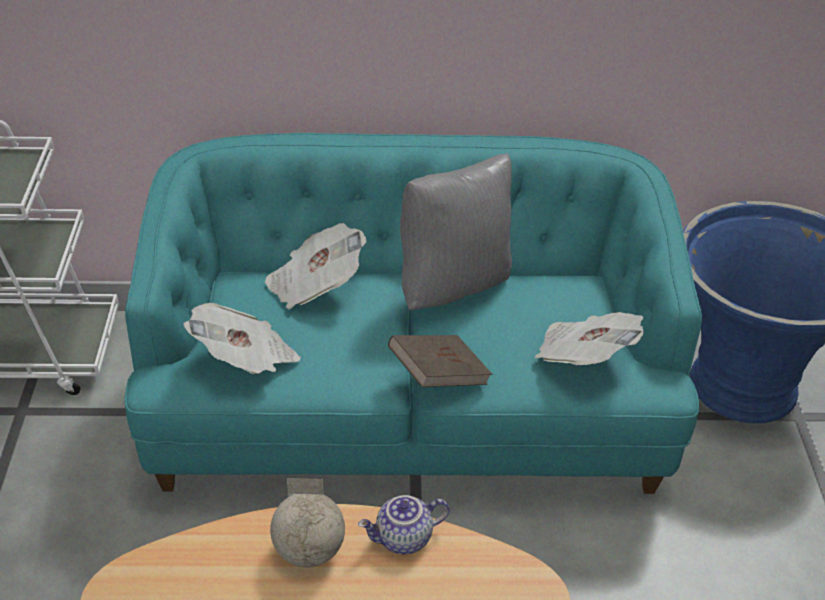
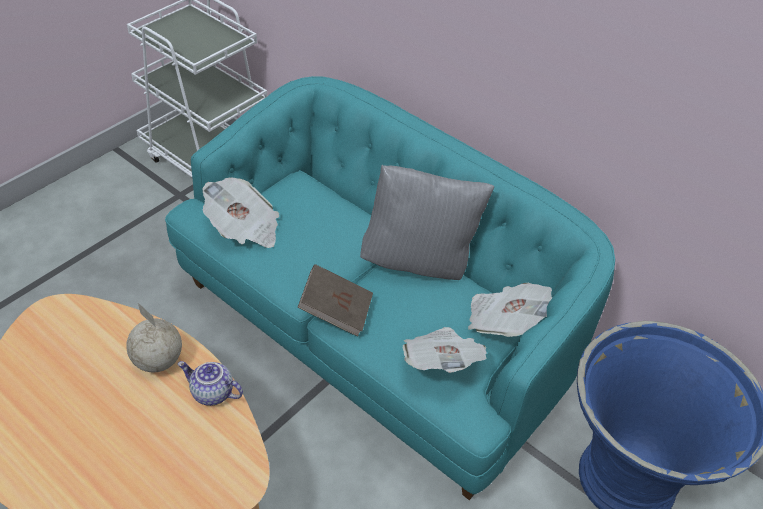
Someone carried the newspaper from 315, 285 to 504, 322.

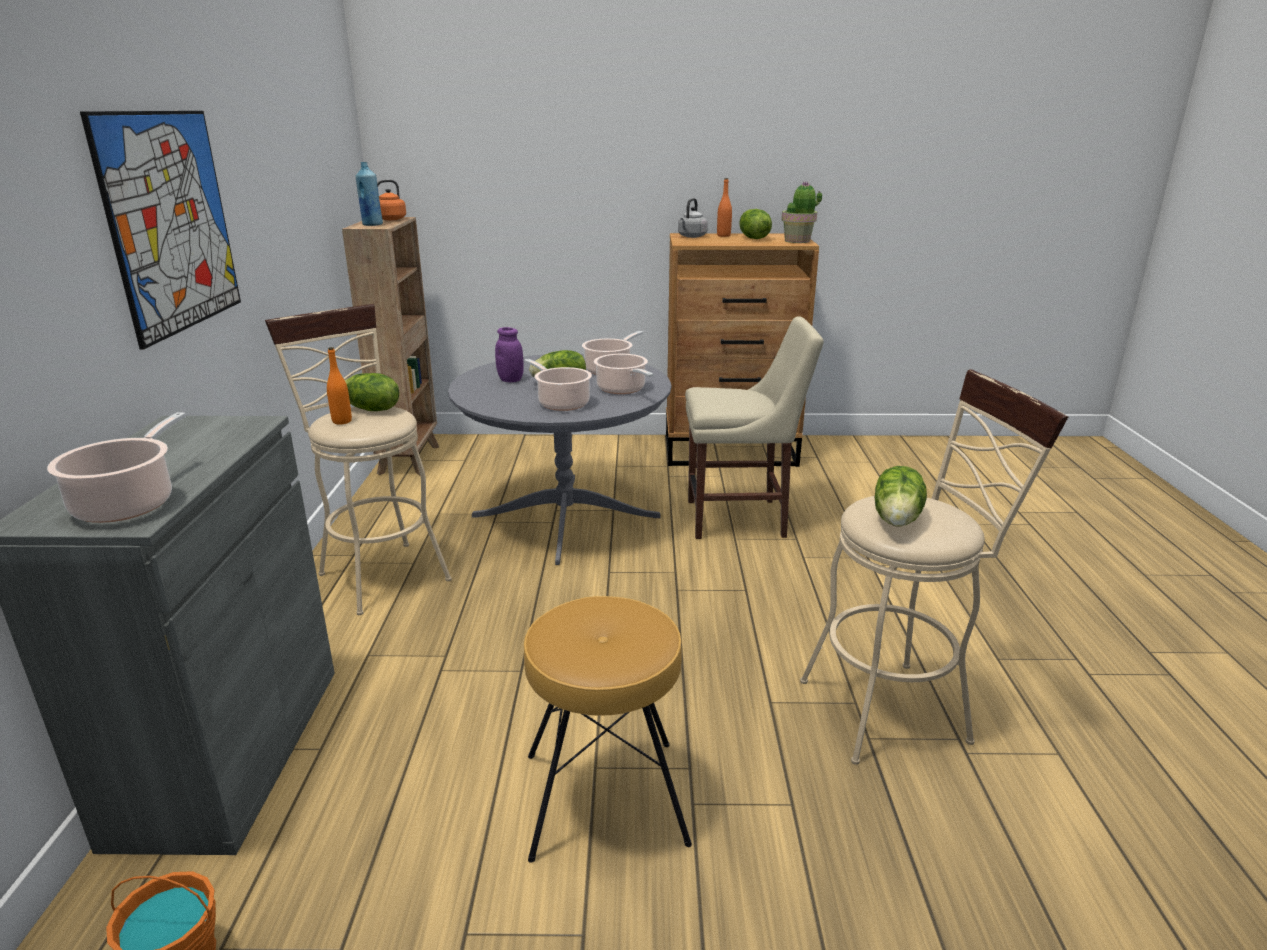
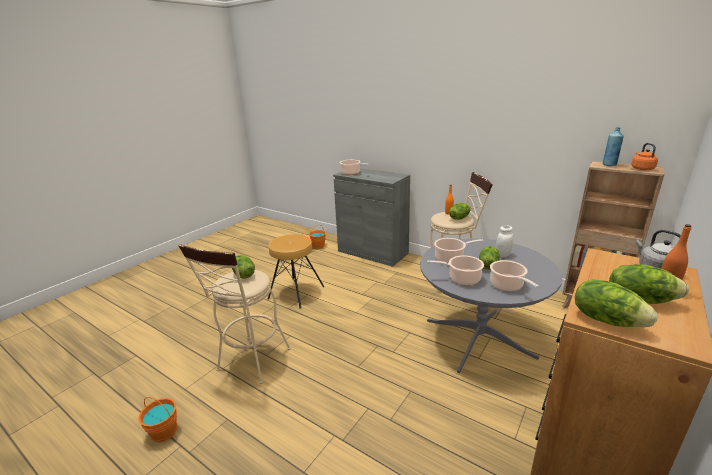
Someone put down the pail (orange-coloured) at 164, 432.
Someone repainted the storage jar (purplish) at 510, 380, which became the storage jar (white) at 503, 255.
Someone swapped the houseplant at 798, 241 for the lettuce at 606, 320.
Someone took away the wall art at 171, 222.
Someone took away the plain chair (beige) at 741, 519.

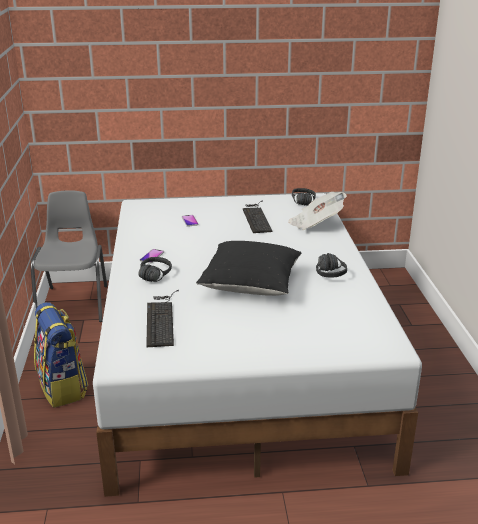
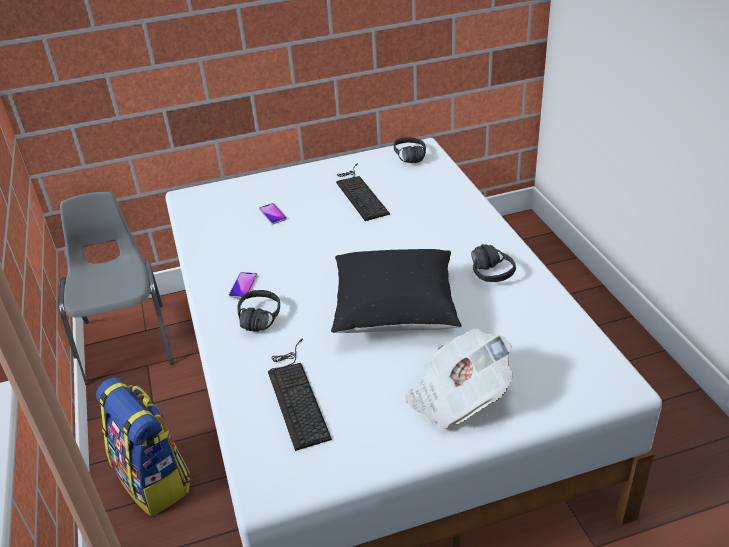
Someone carried the newspaper from 316, 224 to 457, 397.

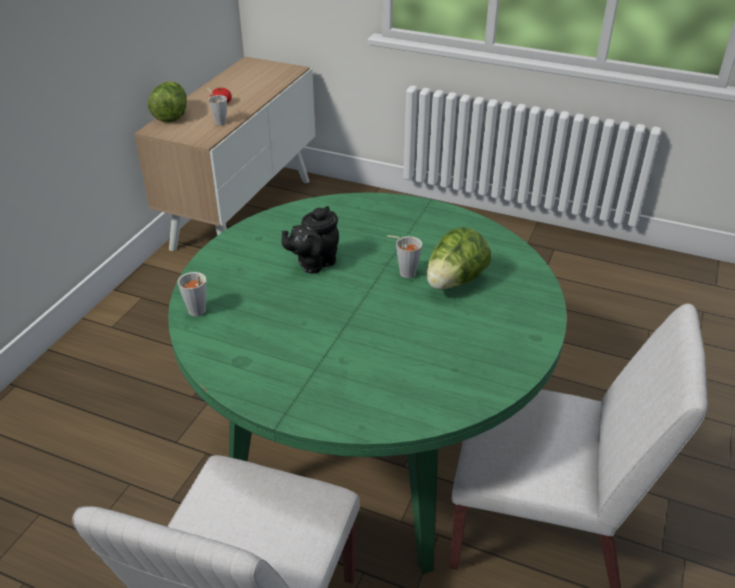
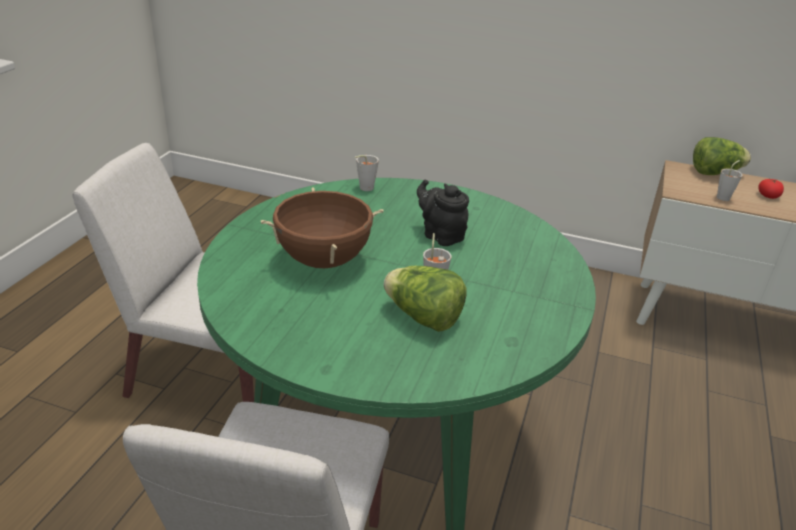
Someone put down the cooking pot (brown-coloured) at 324, 260.

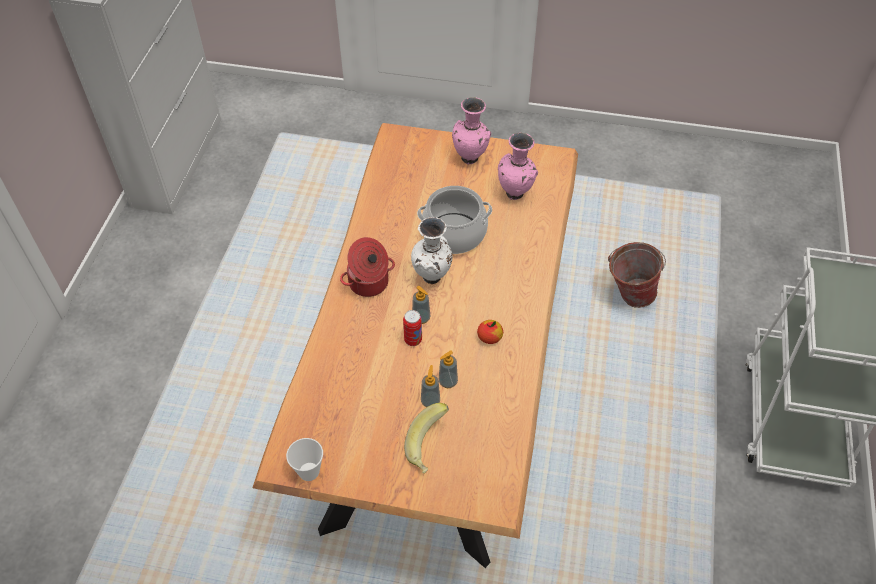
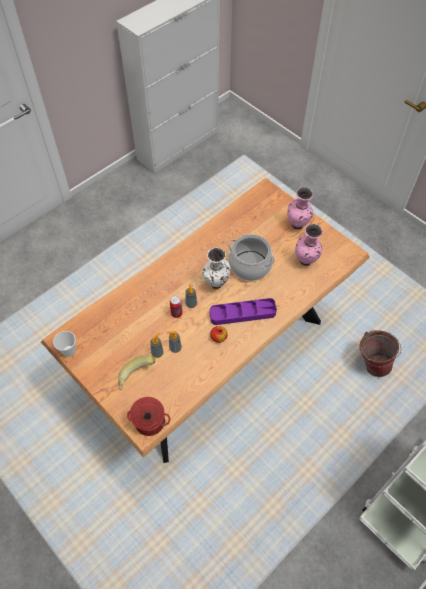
Someone carried the cooking pot from 369, 283 to 149, 423.
Someone put down the serving tray (purplish) at 242, 313.

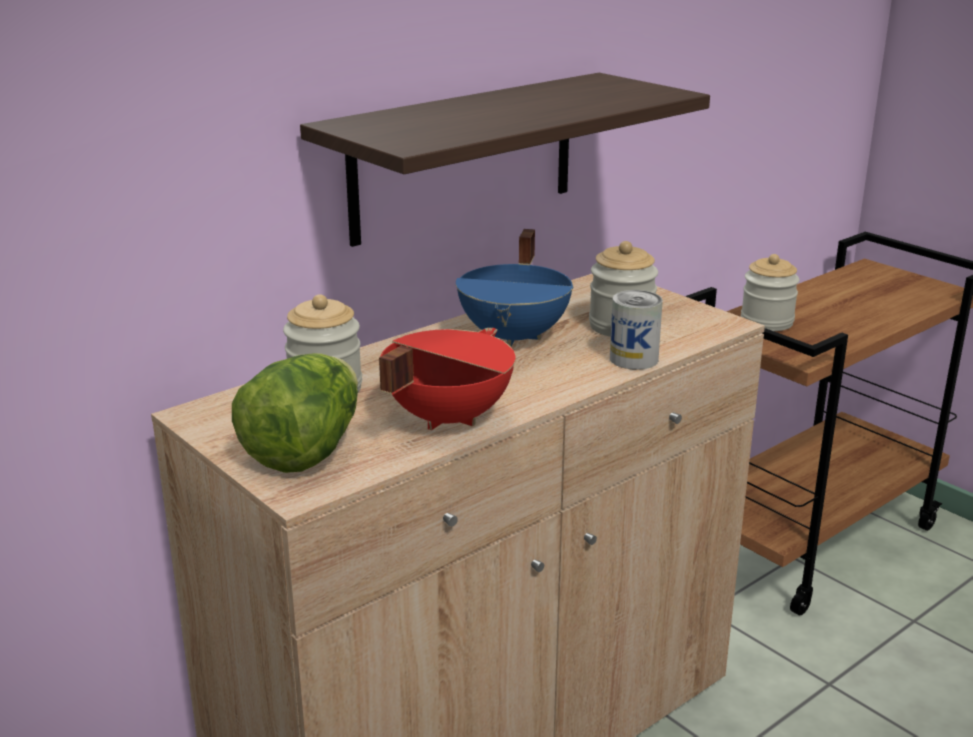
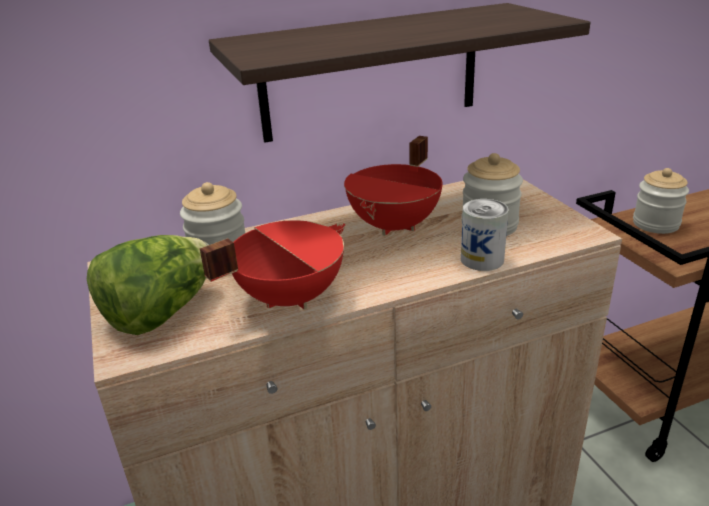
Someone repainted the cooking pot (bluish) at 516, 336, which became the cooking pot (reddish) at 396, 226.

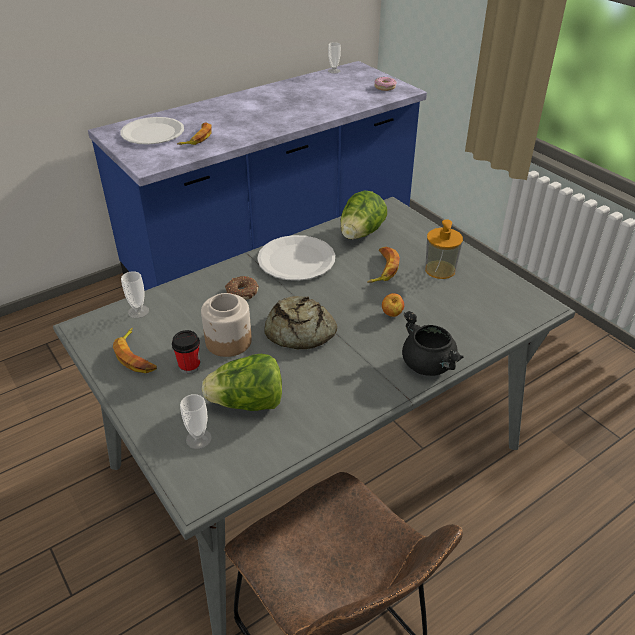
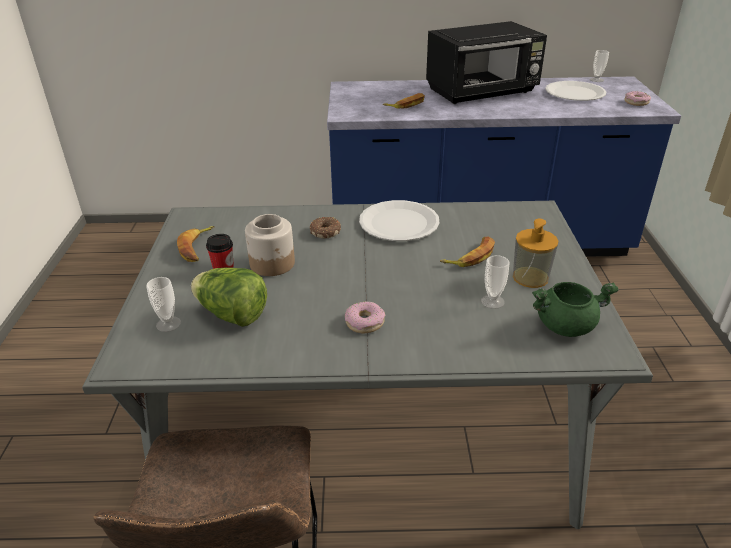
Someone put down the doughnut at 364, 322.
Someone put down the kitchen microwave (blackish) at 482, 92.
Someone carried the small cup from 138, 311 to 492, 301.
Someone put down the cooking pot (green-coloured) at 565, 325.
Someone carried the dinner plate (white) from 152, 133 to 574, 93.
Someone took away the baked bread at 298, 331.
Someone took away the lettuce at 360, 234.
Someone took away the whole apple at 392, 314.
Someone took away the cooking pot (blackish) at 429, 365.

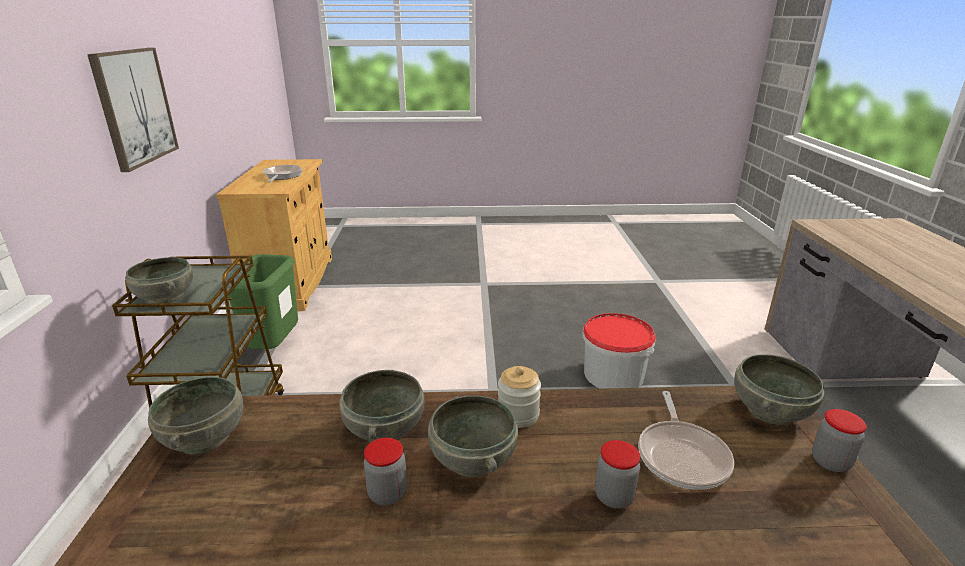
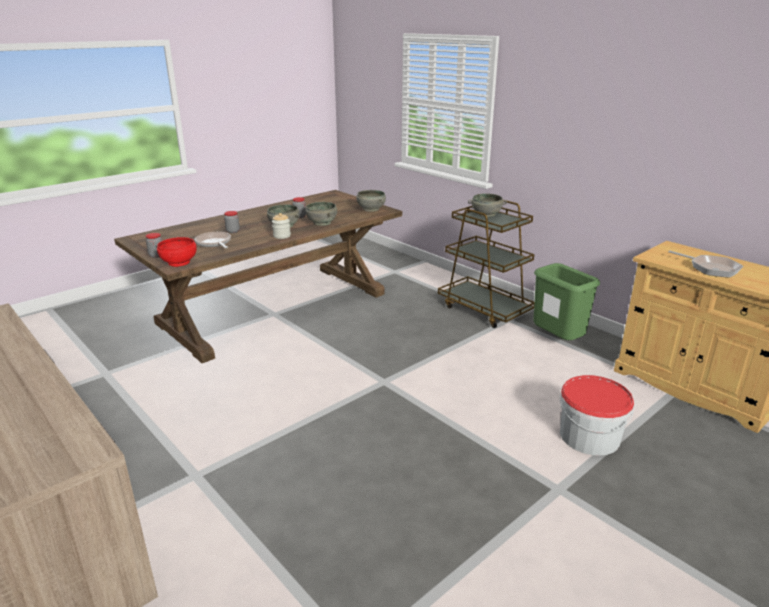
Someone repainted the serving bowl (grey) at 769, 410, which became the serving bowl (reddish) at 179, 262.
Someone carried the pail from 613, 375 to 589, 436.
Someone took away the wall art at 134, 107.

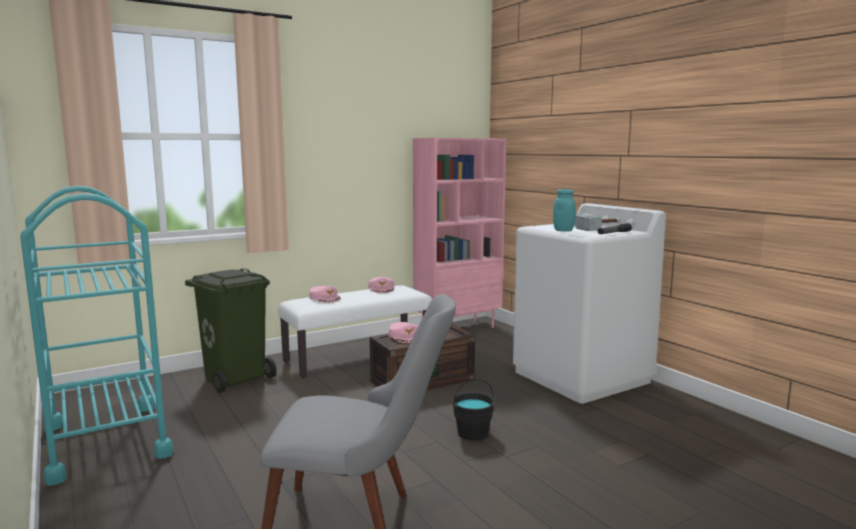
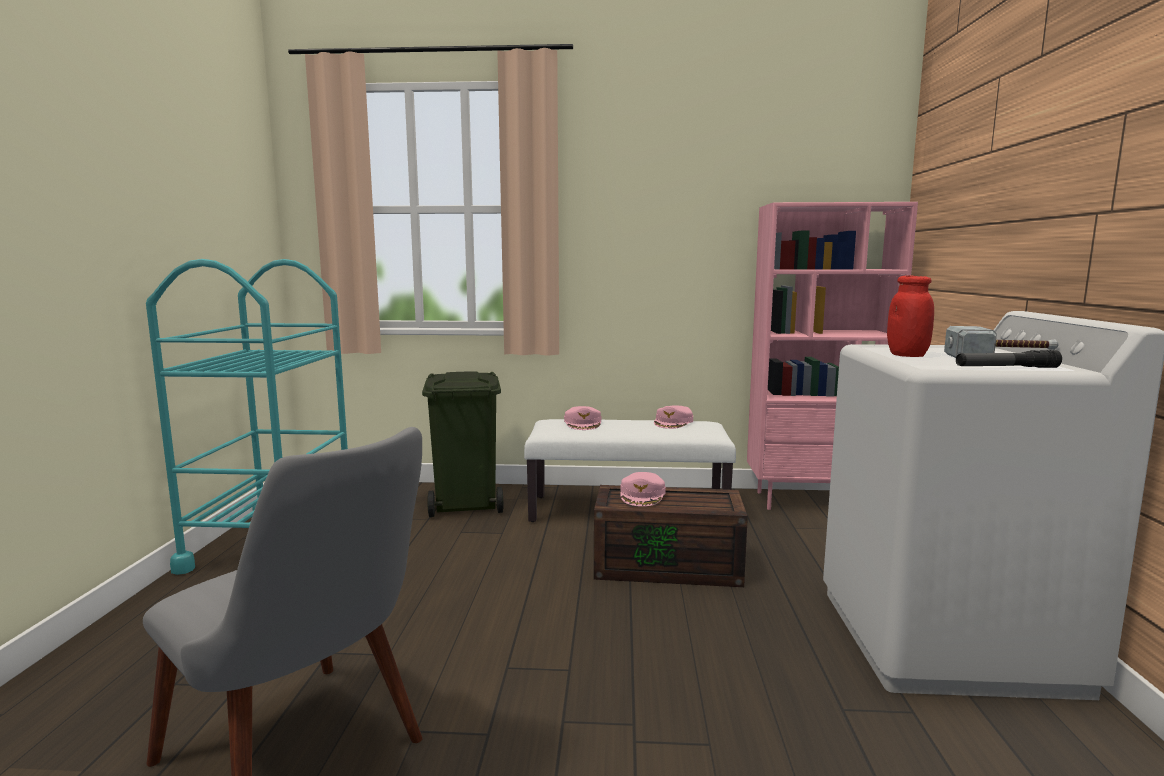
Someone repainted the storage jar (blue-green) at 563, 230, which became the storage jar (reddish) at 907, 355.
Someone took away the pail (blackish) at 472, 433.

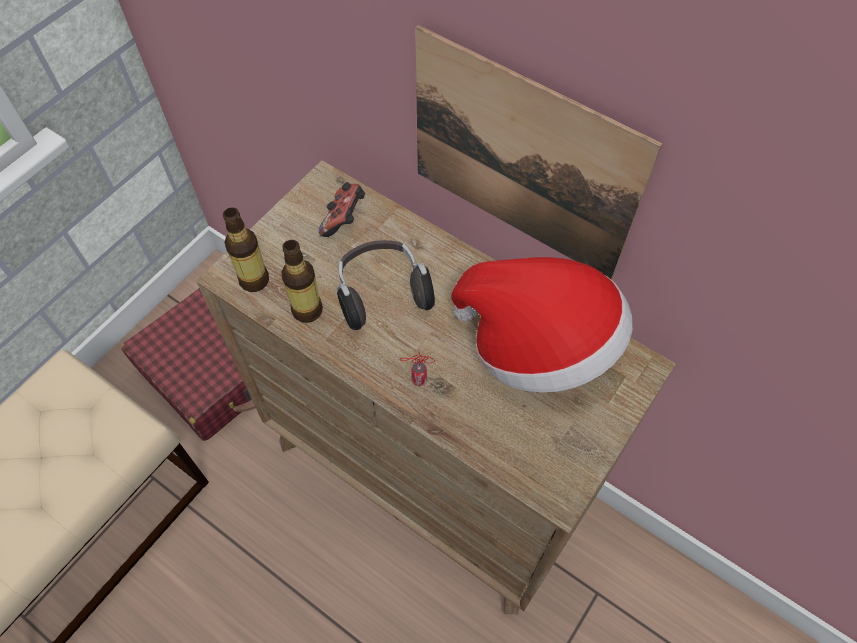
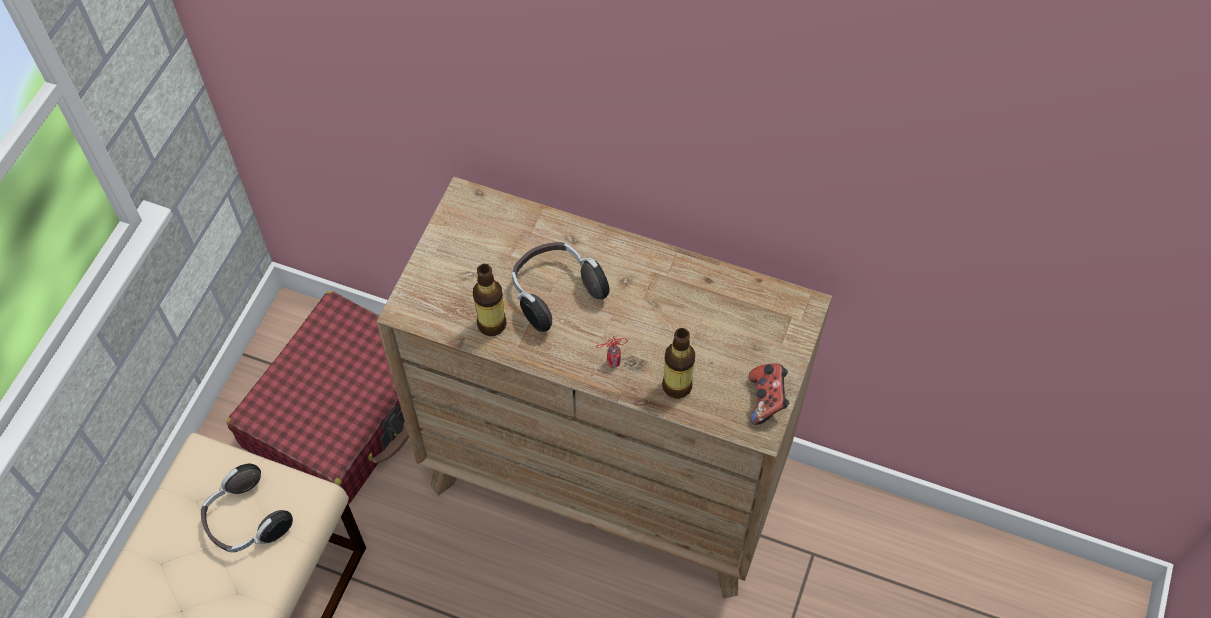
Someone put down the headset at 246, 521.
Someone carried the beverage bottle from 254, 280 to 677, 386.
Someone carried the game controller from 344, 220 to 766, 400.
Someone took away the wall art at 522, 159.
Someone took away the wearable hat at 538, 345.

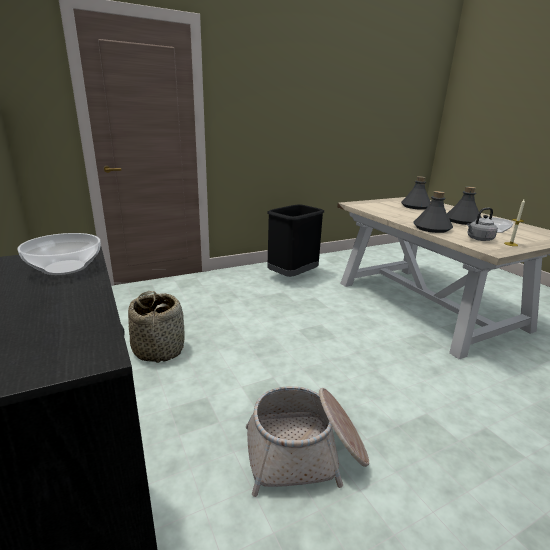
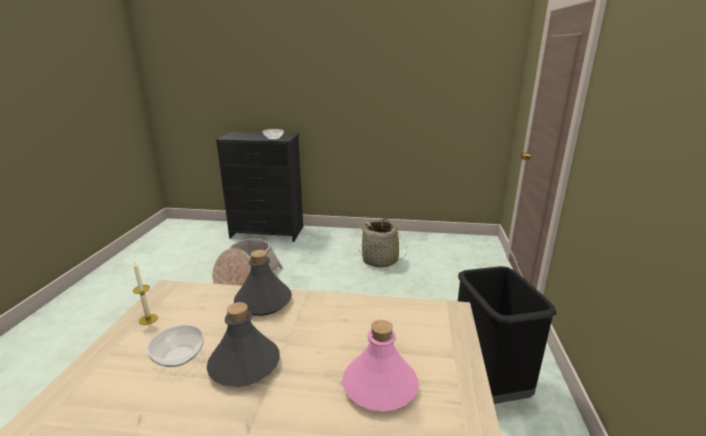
Someone repainted the beverage bottle (grey) at 415, 206, which became the beverage bottle (pinkish) at 380, 386.
Someone took away the tea kettle (grey) at 478, 239.

